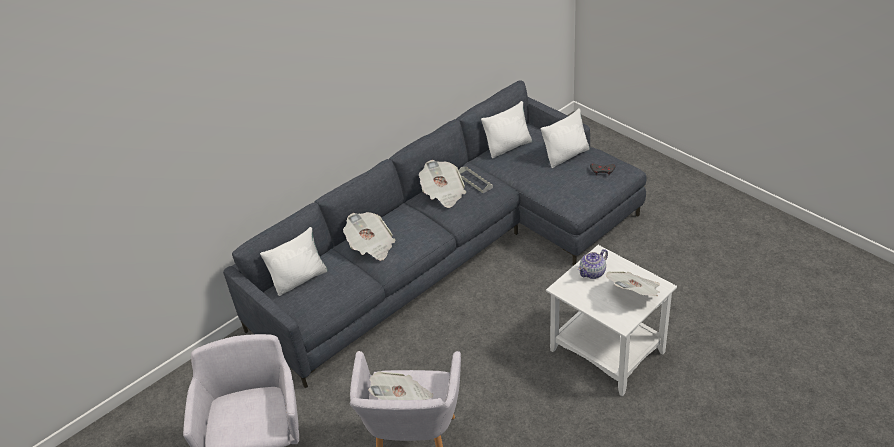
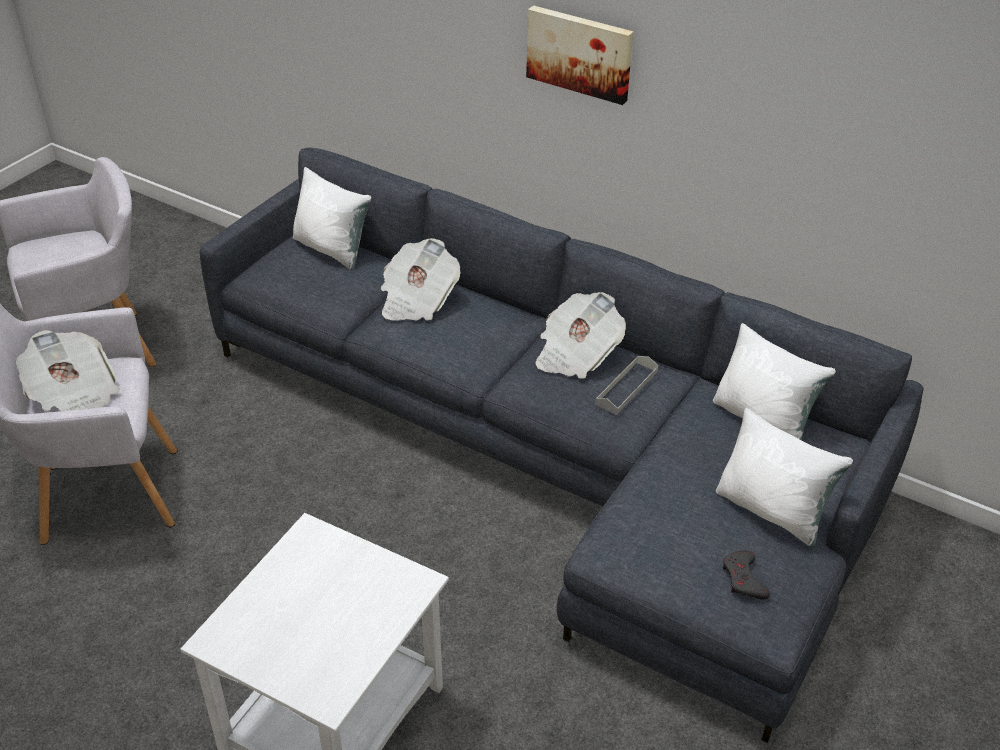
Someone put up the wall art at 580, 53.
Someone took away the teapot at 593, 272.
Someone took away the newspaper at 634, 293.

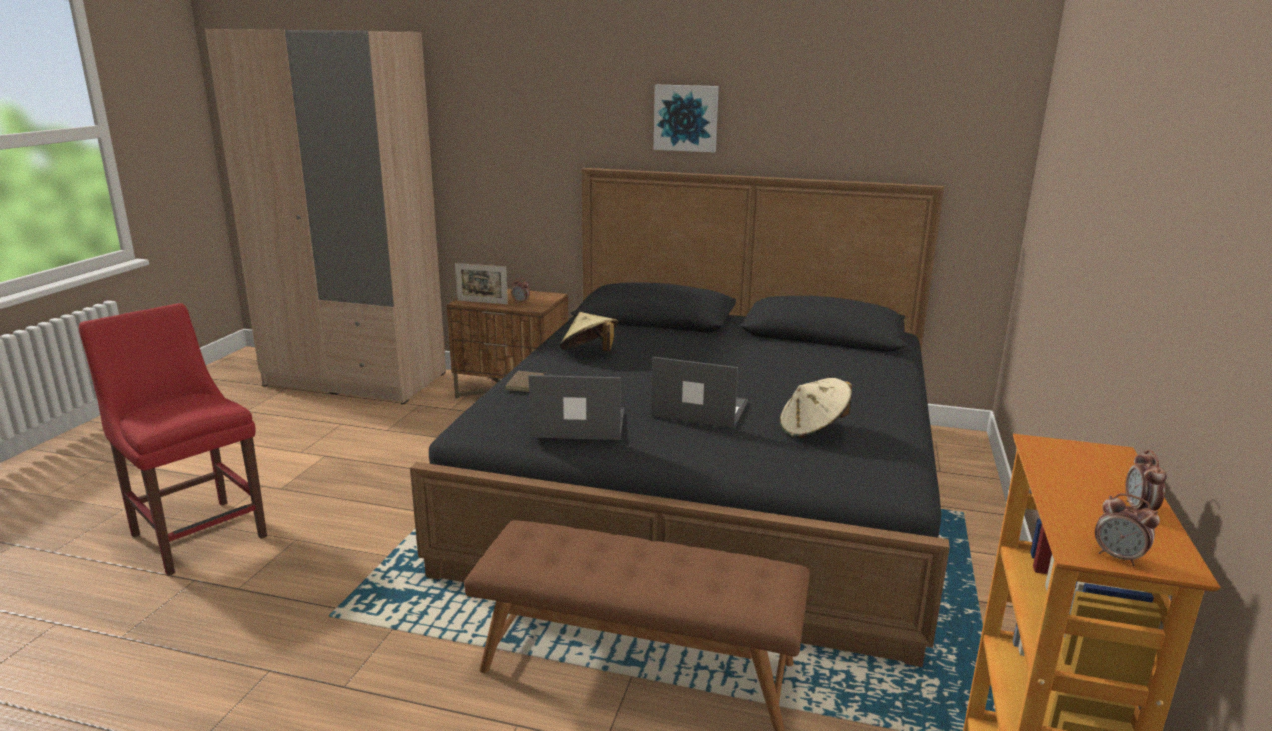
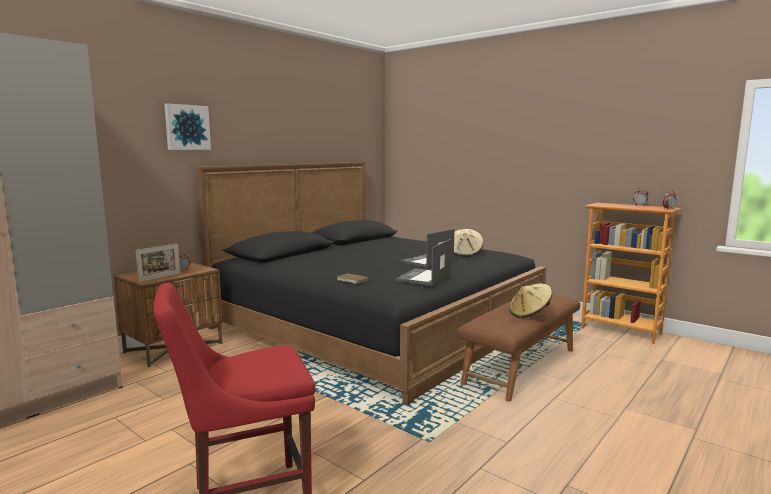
Someone carried the wall art from 686, 118 to 187, 127.
Someone carried the wearable hat (beige) from 589, 353 to 530, 314.

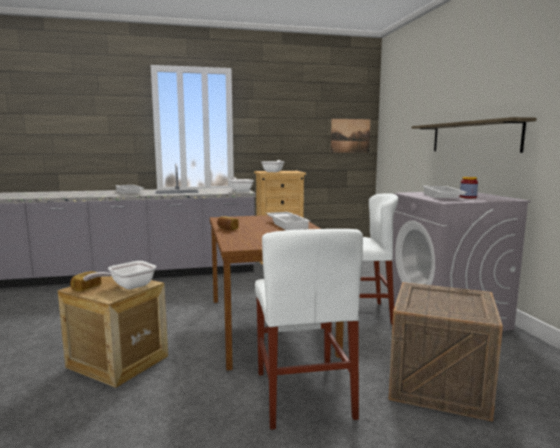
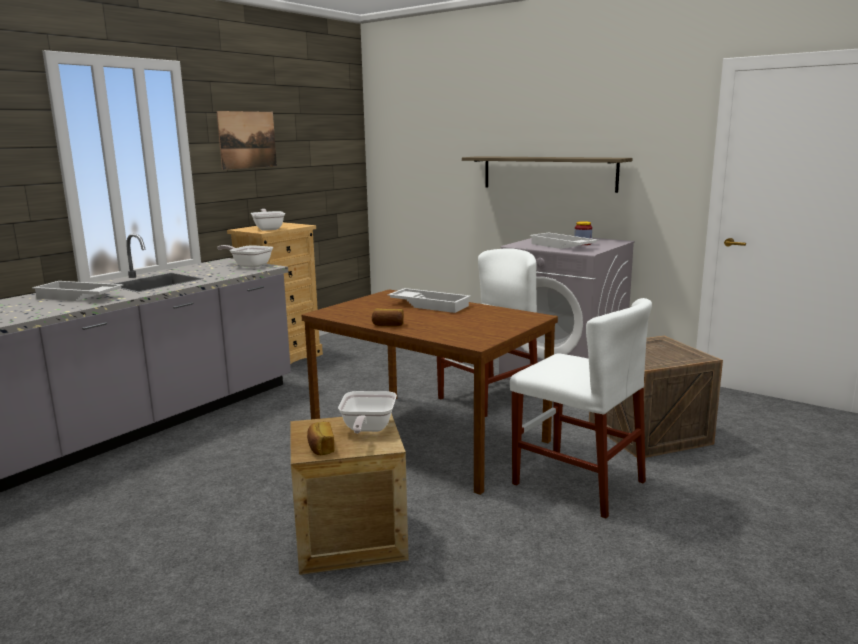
Someone carried the wall art from 350, 135 to 247, 140.

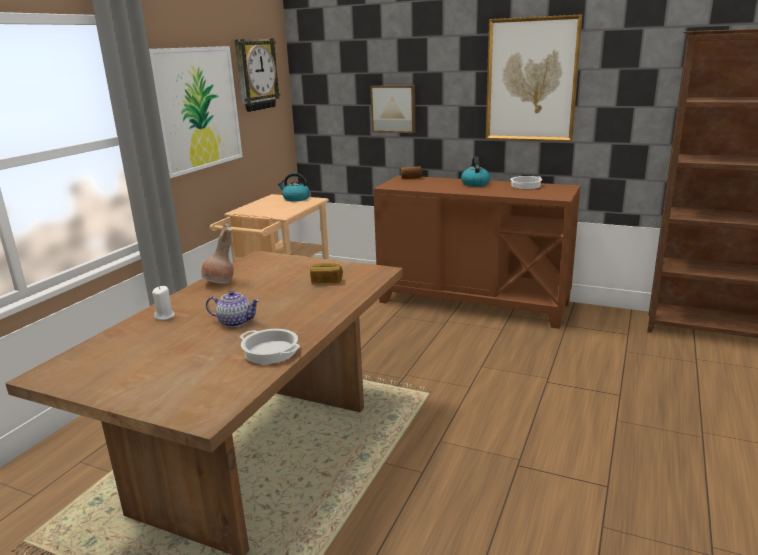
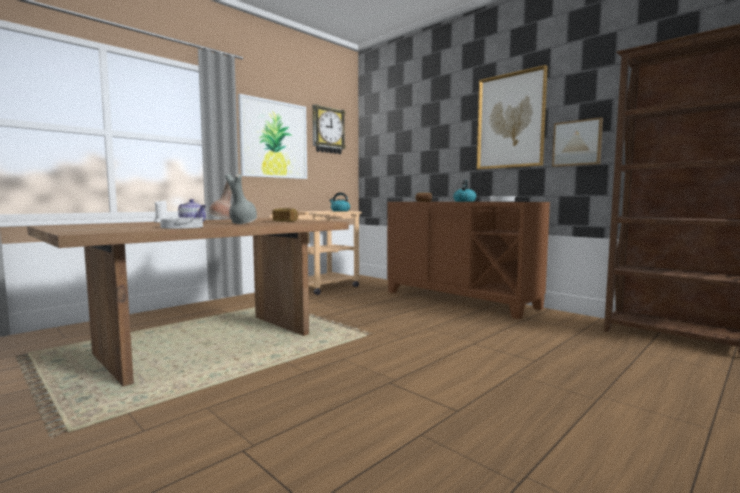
Someone put down the flower vase (grey) at 242, 223.
Someone carried the wall art from 394, 109 to 577, 143.

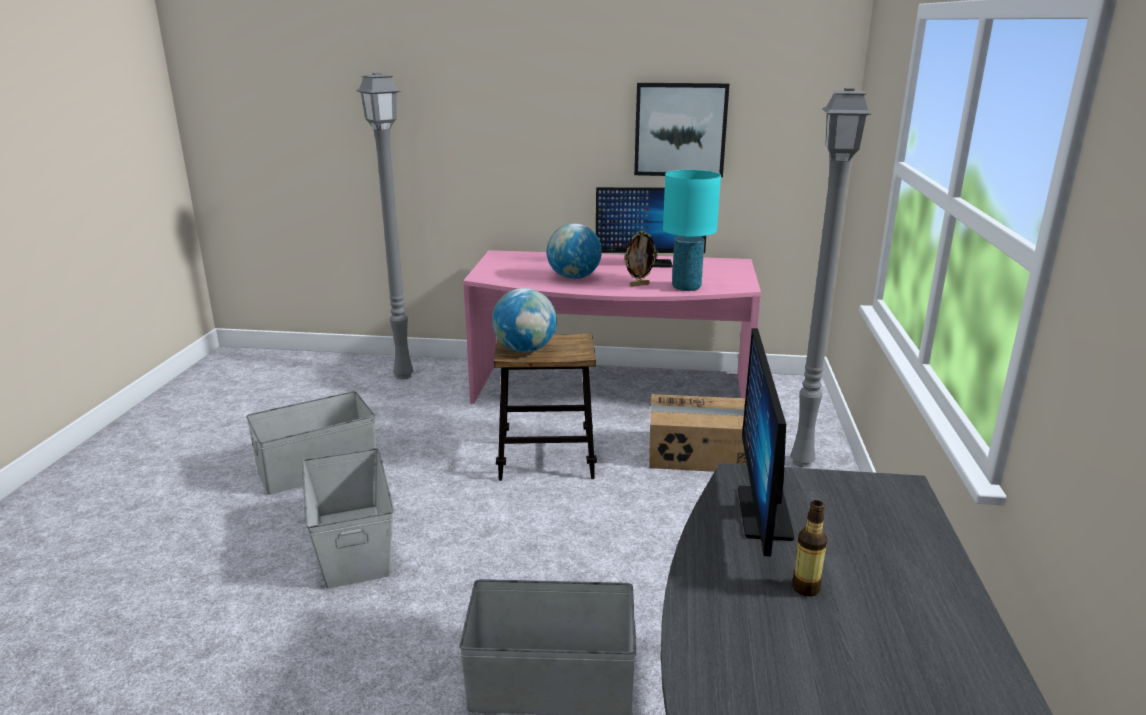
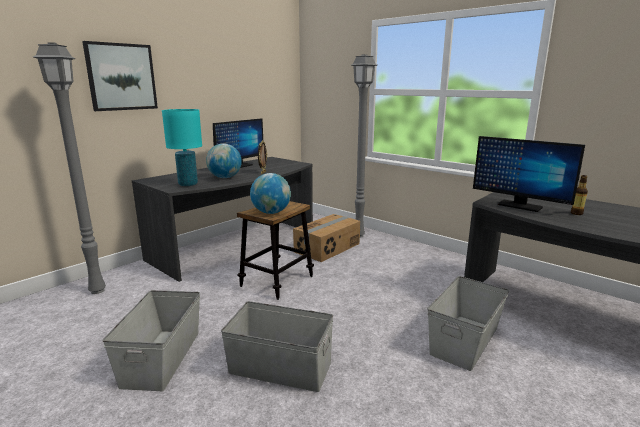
Someone carried the wall art from 680, 130 to 121, 77.
Someone repainted the desk unit (pinkish) at 610, 391, which became the desk unit (grey) at 238, 246.
Someone carried the lamp for a table (blue-green) from 686, 287 to 188, 184.

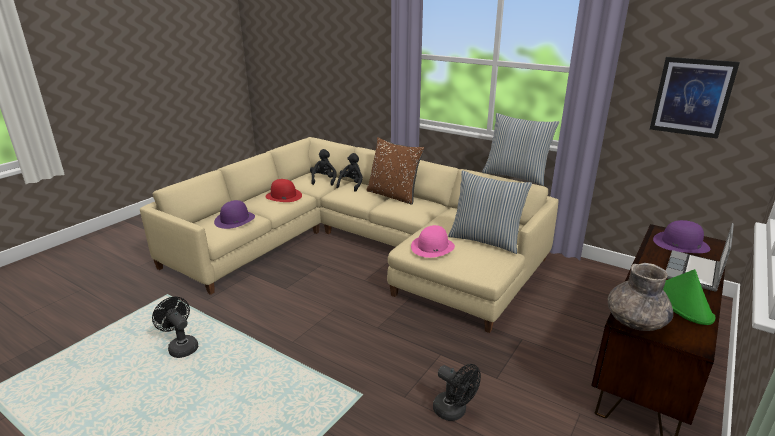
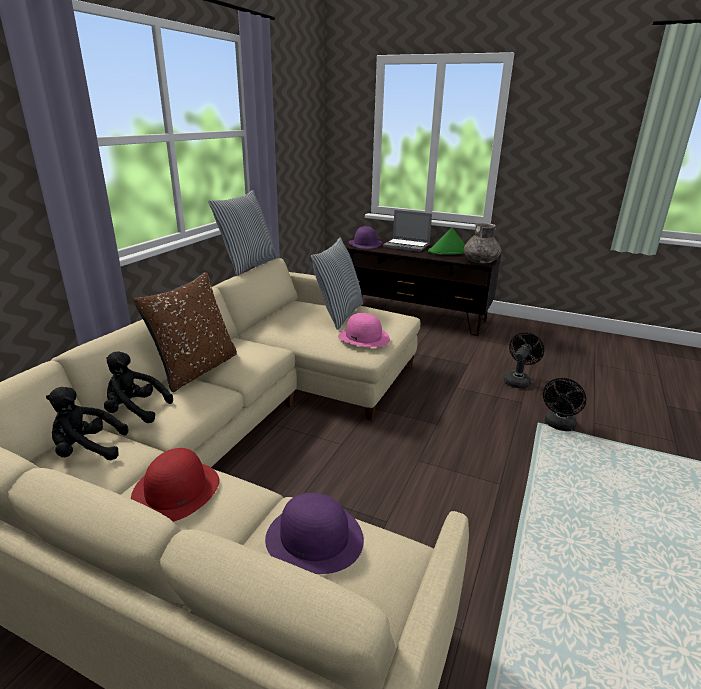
Someone carried the fan (blackish) from 181, 346 to 558, 426.
Someone took away the wall art at 692, 97.

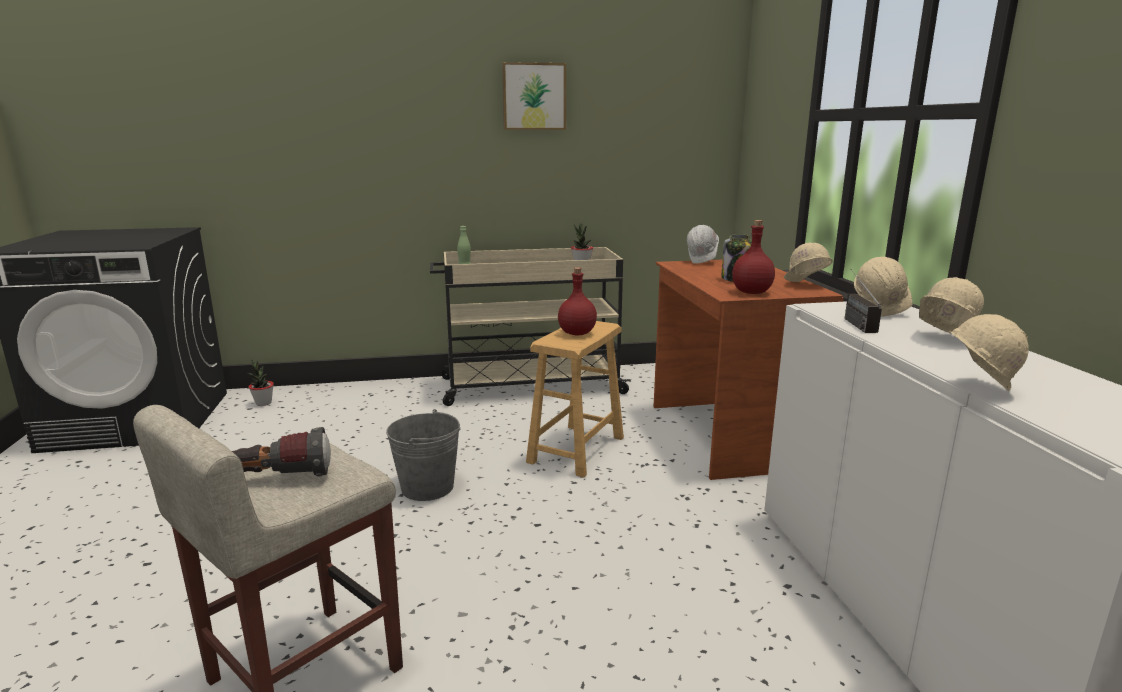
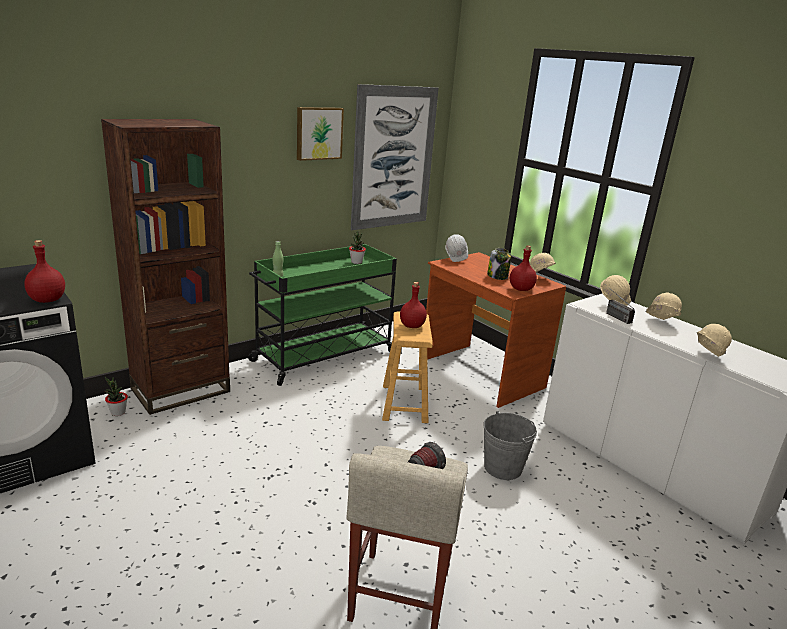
Someone put down the beverage bottle (reddish) at 47, 300.
Someone put down the bookshelf (brown-coloured) at 181, 390.
Someone repainted the trolley (beige) at 530, 386, which became the trolley (green-coloured) at 323, 357.
Someone put up the wall art at 393, 158.
Someone carried the pail (grey) from 427, 487 to 503, 468.

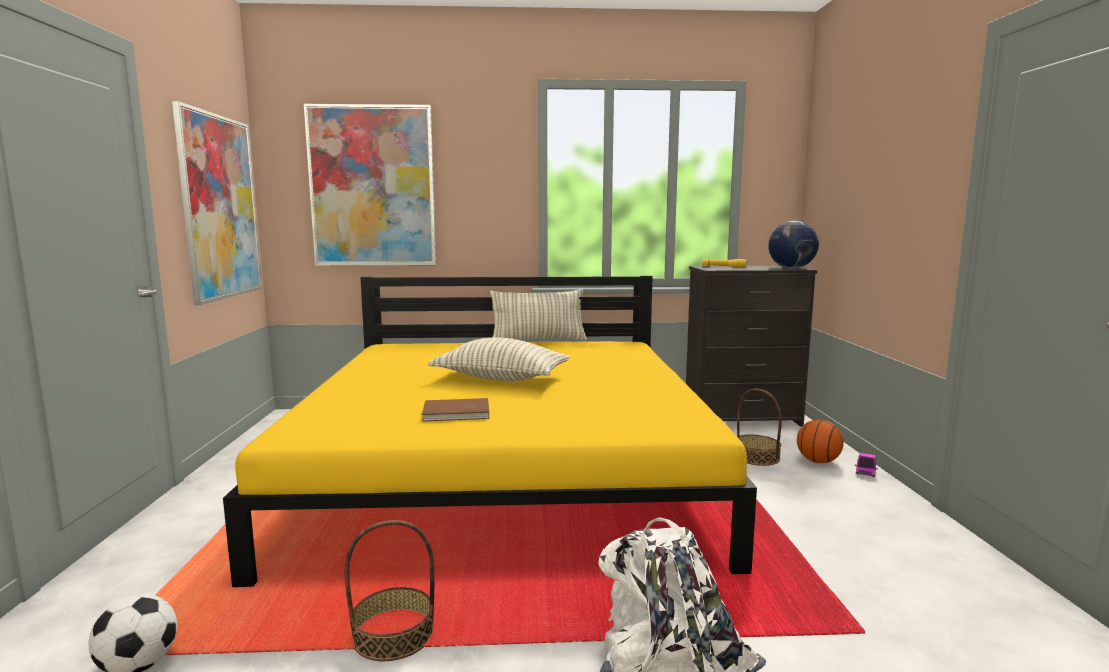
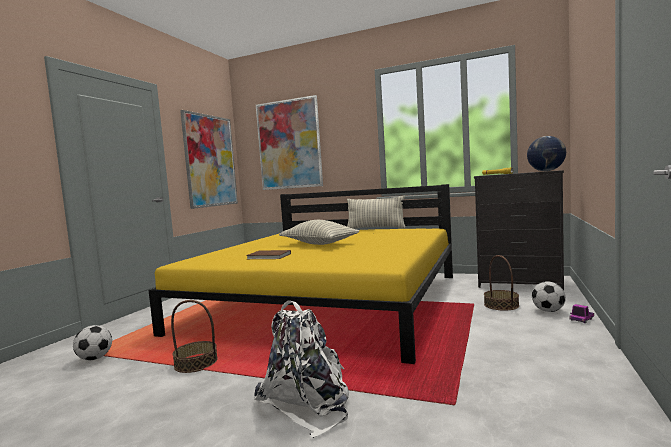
Someone swapped the basketball ball at 818, 461 for the football at 548, 311.

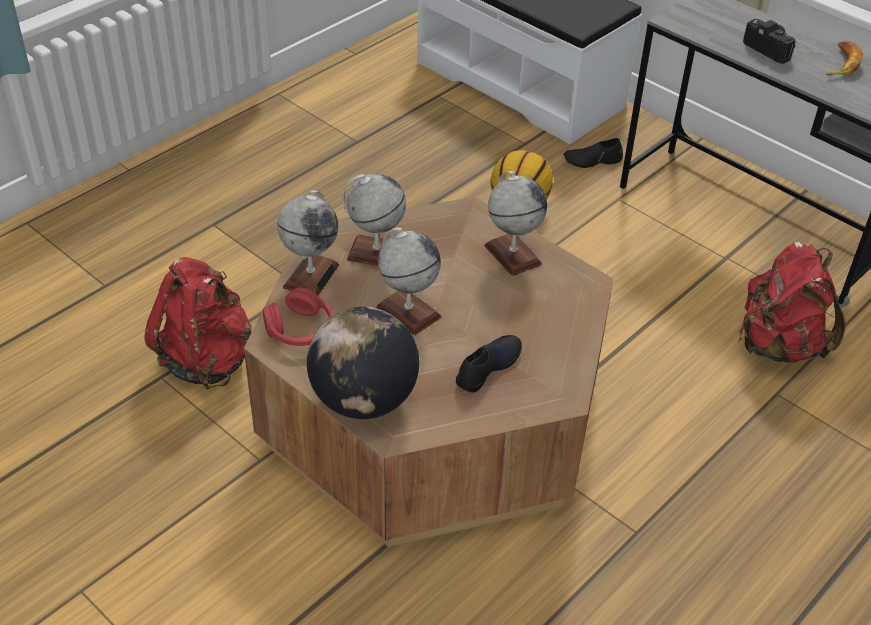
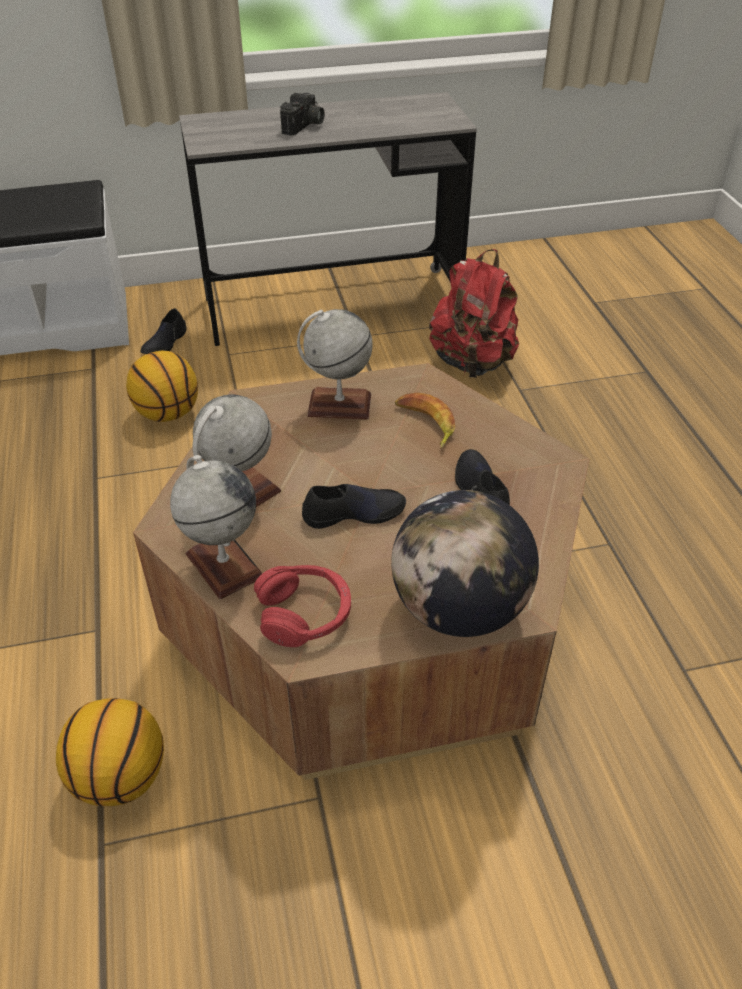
Someone swapped the backpack (reddish) at 207, 359 for the basketball ball at 120, 778.
Someone rotated the still camera at 770, 49 by 120 degrees clockwise.
Someone swapped the desk globe at 408, 312 for the shoe (blackish) at 354, 513.
Someone carried the banana from 841, 64 to 425, 424.

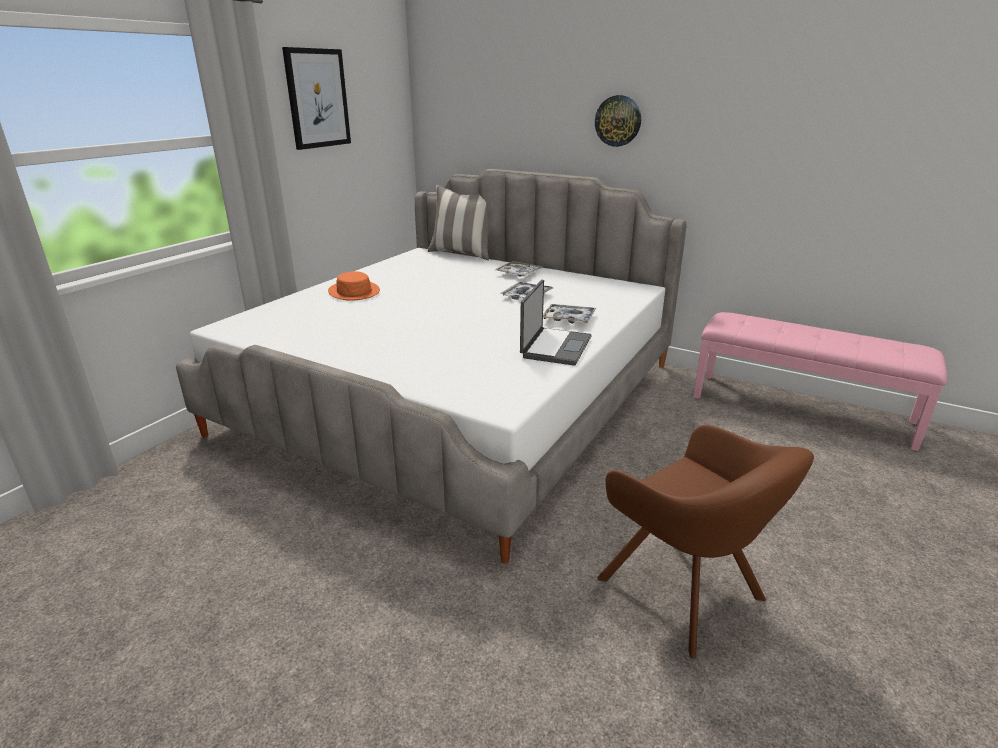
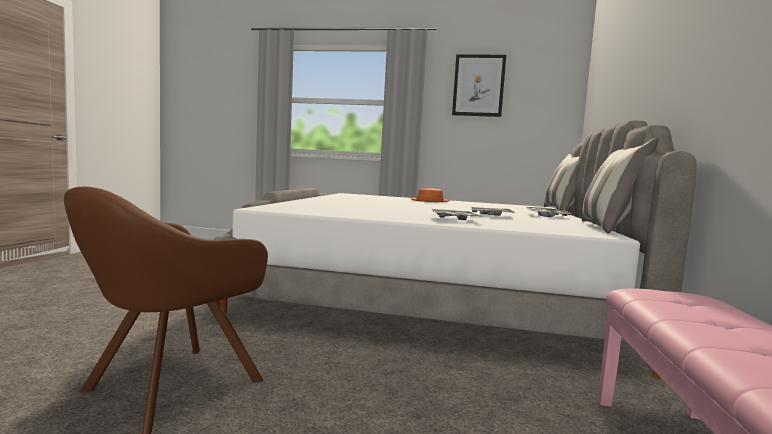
Someone put down the cushion at 609, 228.
Someone took away the portable computer at 555, 347.
Someone took away the clock on the wall at 618, 121.

